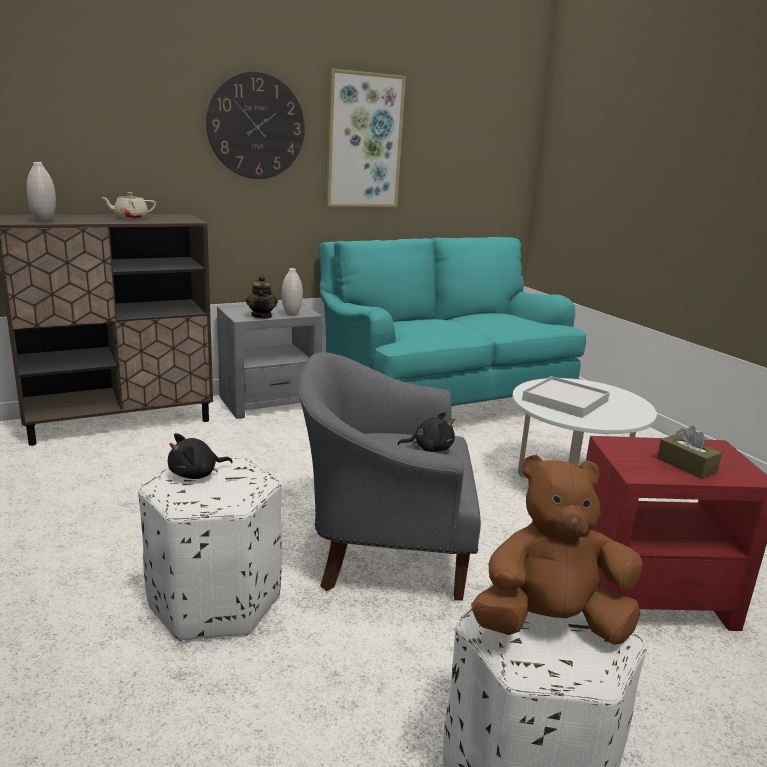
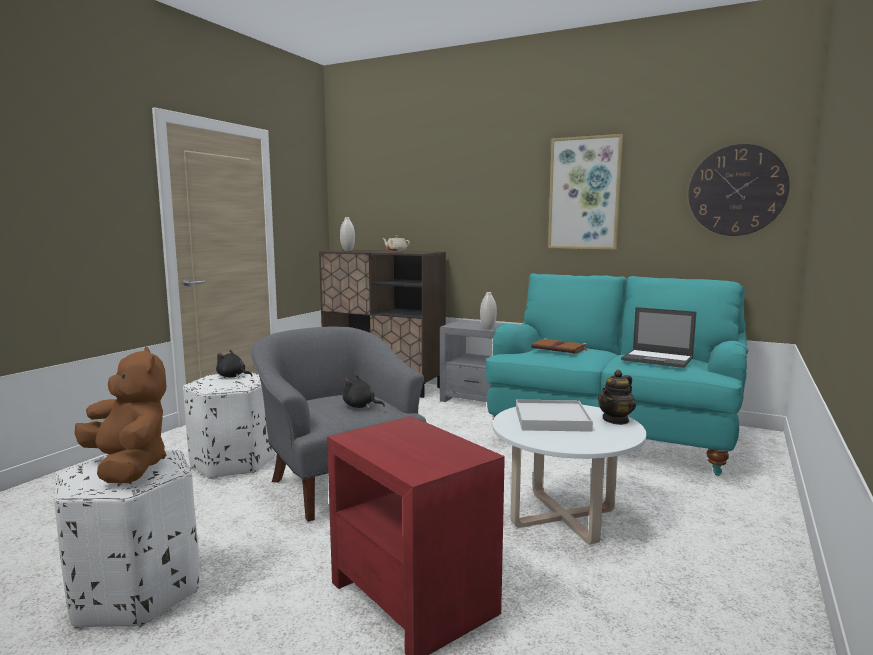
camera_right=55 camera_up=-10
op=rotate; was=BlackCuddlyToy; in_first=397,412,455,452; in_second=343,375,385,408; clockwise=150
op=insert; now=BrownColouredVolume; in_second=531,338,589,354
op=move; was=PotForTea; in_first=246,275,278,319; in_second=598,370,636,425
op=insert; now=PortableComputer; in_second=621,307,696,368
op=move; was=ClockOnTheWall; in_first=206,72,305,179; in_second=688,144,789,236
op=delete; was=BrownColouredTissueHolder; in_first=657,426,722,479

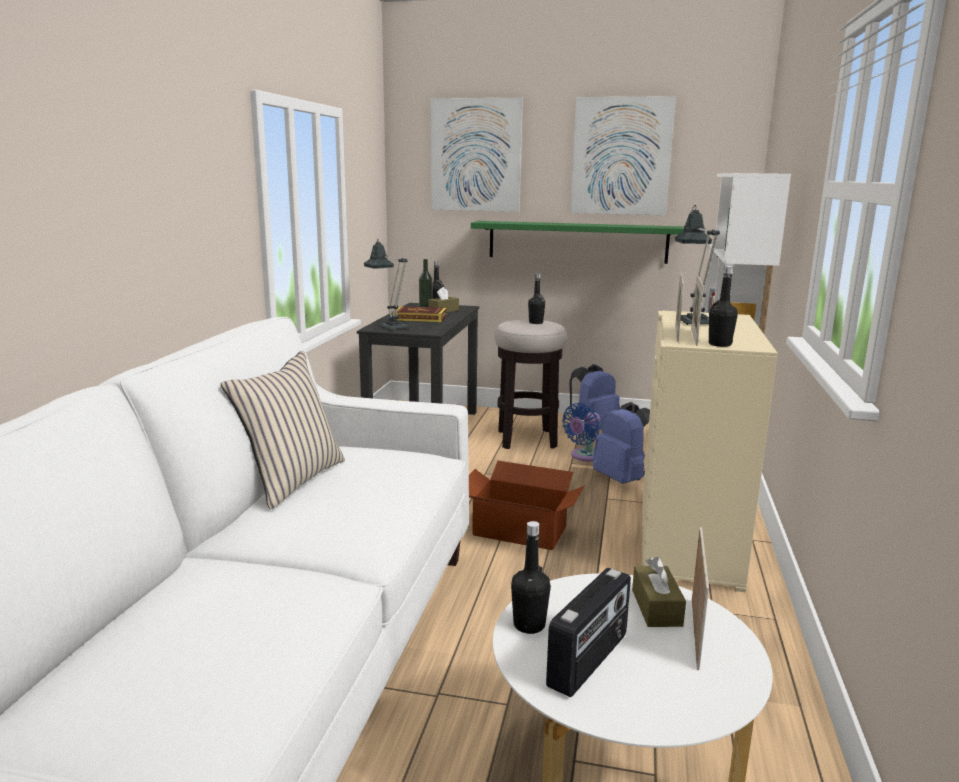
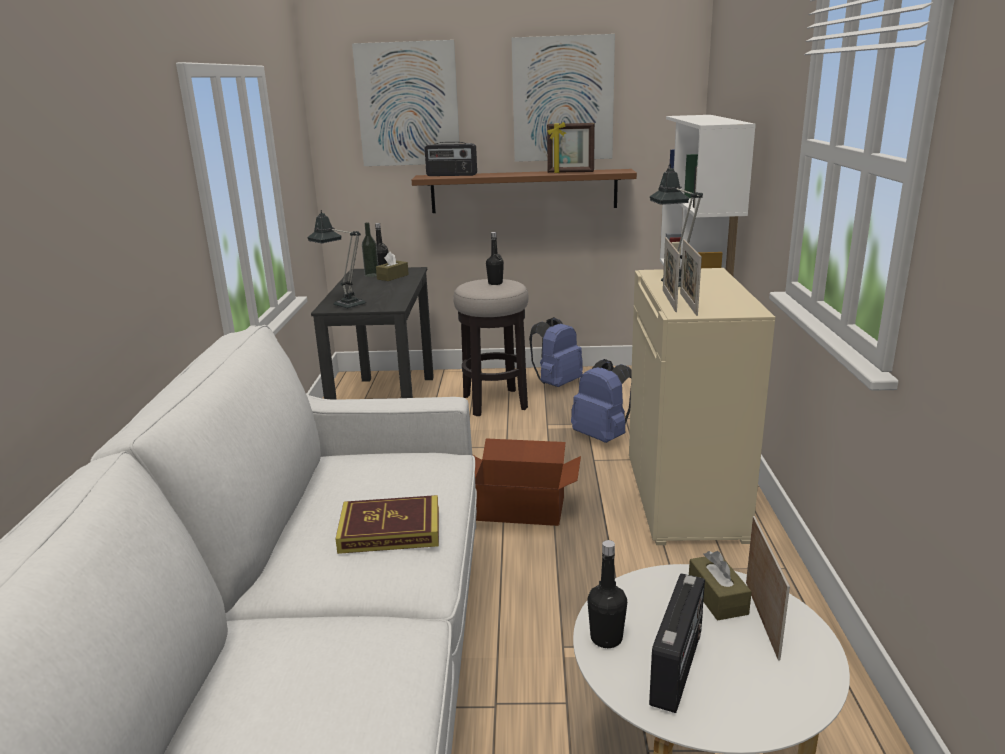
camera_right=-10 camera_up=5
op=move; was=Volume; in_first=393,306,447,322; in_second=336,495,439,554
op=recolor; was=GreenColouredShelf; now=BrownColouredShelf; in_first=471,221,684,264; in_second=412,169,637,213
op=insert; now=Radio; in_second=425,142,477,176
op=insert; now=PictureFrame; in_second=547,122,595,173
op=delete; was=BeigePillow; in_first=221,351,345,509
op=delete; was=BluishElectricFan; in_first=562,403,600,461
op=delete; was=BlackDrinkBottle; in_first=709,266,738,347

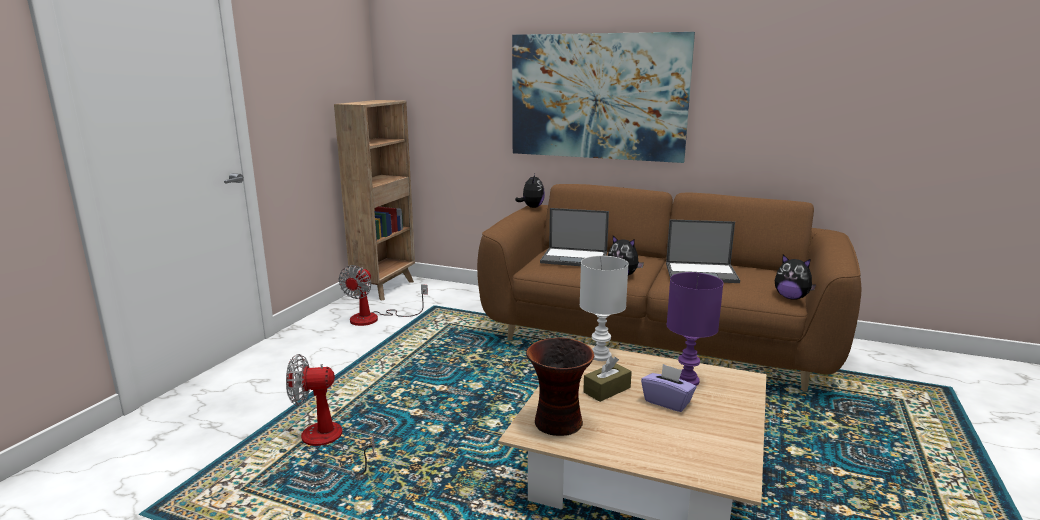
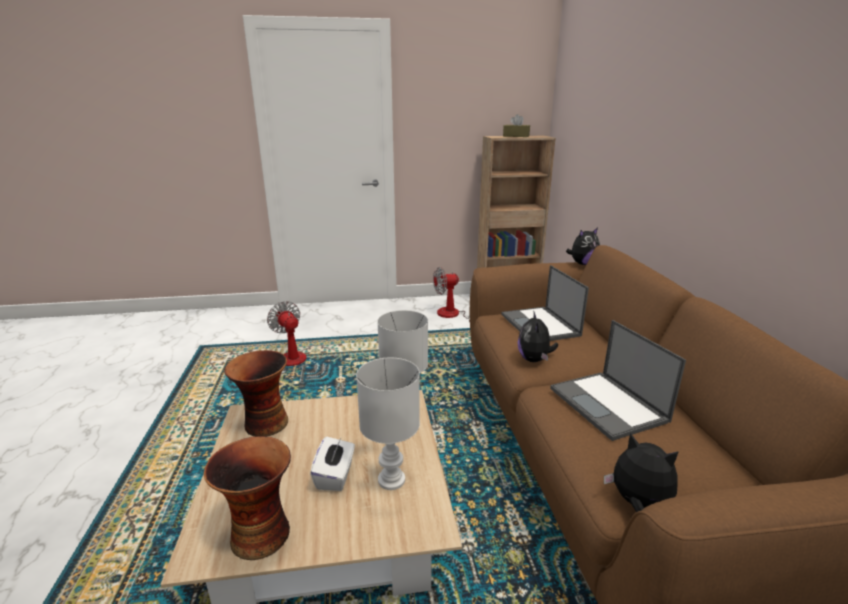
camera_right=60 camera_up=5
op=insert; now=FlowerVase; in_second=204,436,291,560
op=recolor; was=PurpleTissueHolder; now=WhiteColouredTissueHolder; in_first=641,364,697,412; in_second=310,437,355,491
op=recolor; was=PurpleTableLamp; now=WhiteColouredTableLamp; in_first=667,272,724,386; in_second=356,358,420,490
op=move; was=BrownColouredTissueHolder; in_first=583,356,632,402; in_second=503,114,530,137
op=rotate; was=CuddlyToy; in_first=775,255,816,300; in_second=604,433,679,512; clockwise=120
op=delete; was=WallPicture; in_first=512,32,695,163

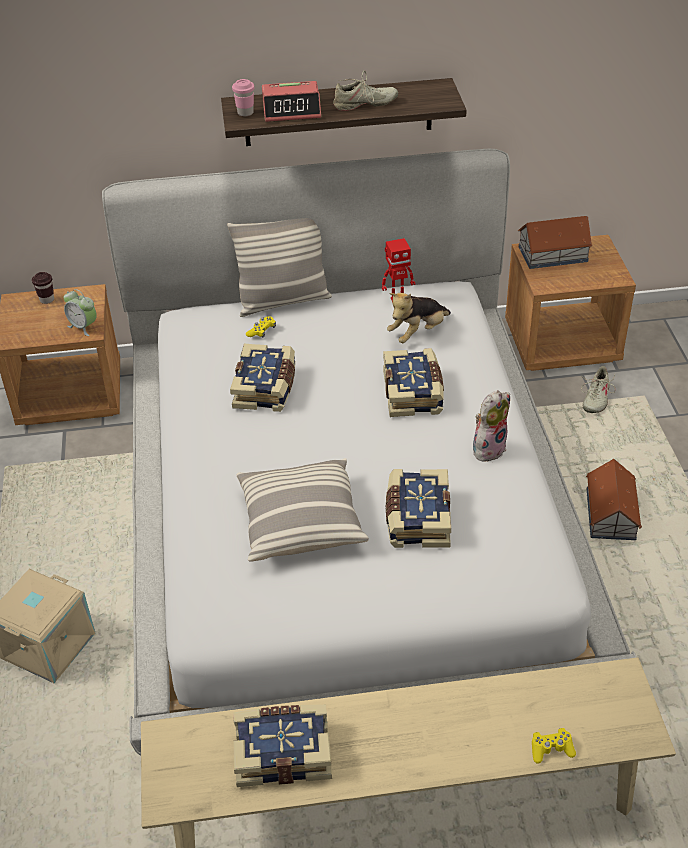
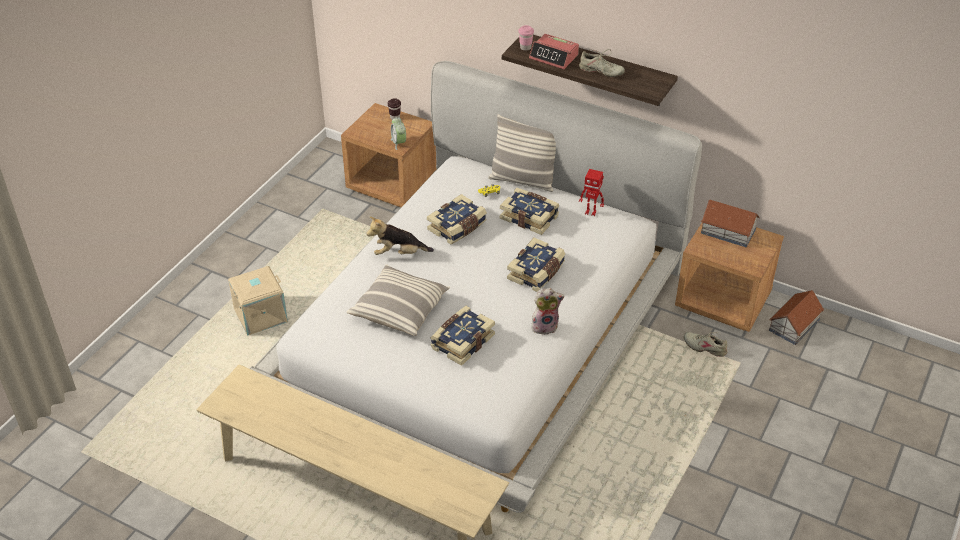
camera_right=35 camera_up=0
op=move; was=CuddlyToy; in_first=387,293,451,343; in_second=366,217,434,255
op=move; was=Volume; in_first=233,705,332,787; in_second=500,188,559,235
op=rotate; was=BeigeShoe; in_first=581,366,616,413; in_second=684,332,728,357; clockwise=60
op=move; was=ModelHouse; in_first=586,459,642,540; in_second=769,290,824,345
op=delete; was=YellowColouredGamepad; in_first=532,728,576,764

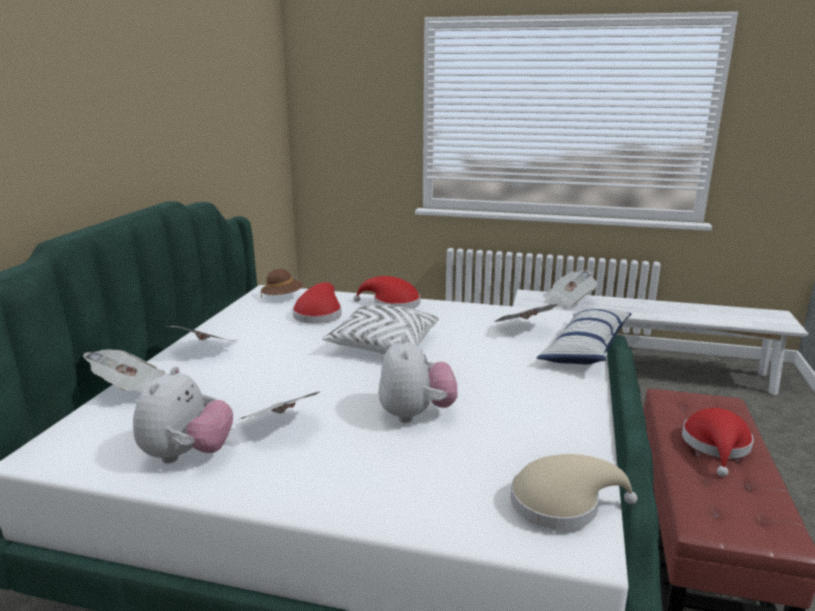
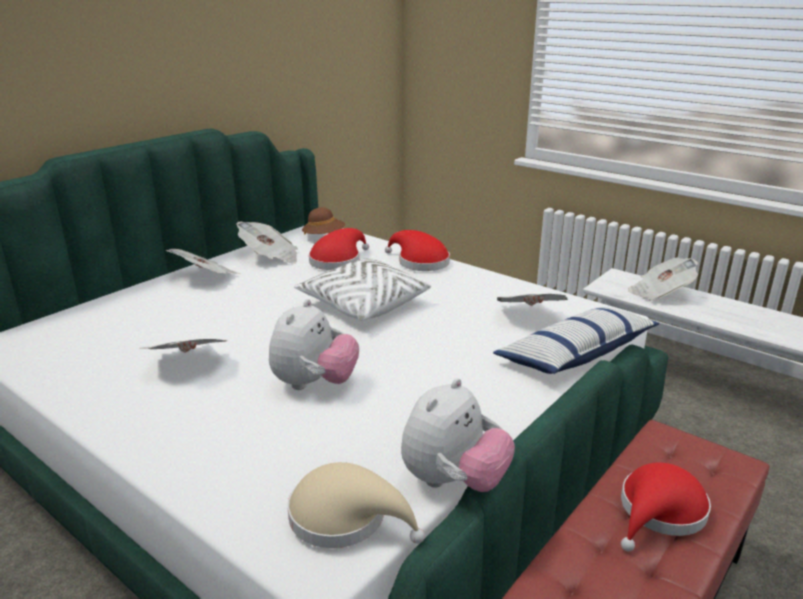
camera_right=25 camera_up=5
op=move; was=DailyPaper; in_first=83,350,166,393; in_second=237,221,298,264
op=move; was=CuddlyToy; in_first=133,367,233,464; in_second=401,378,515,492

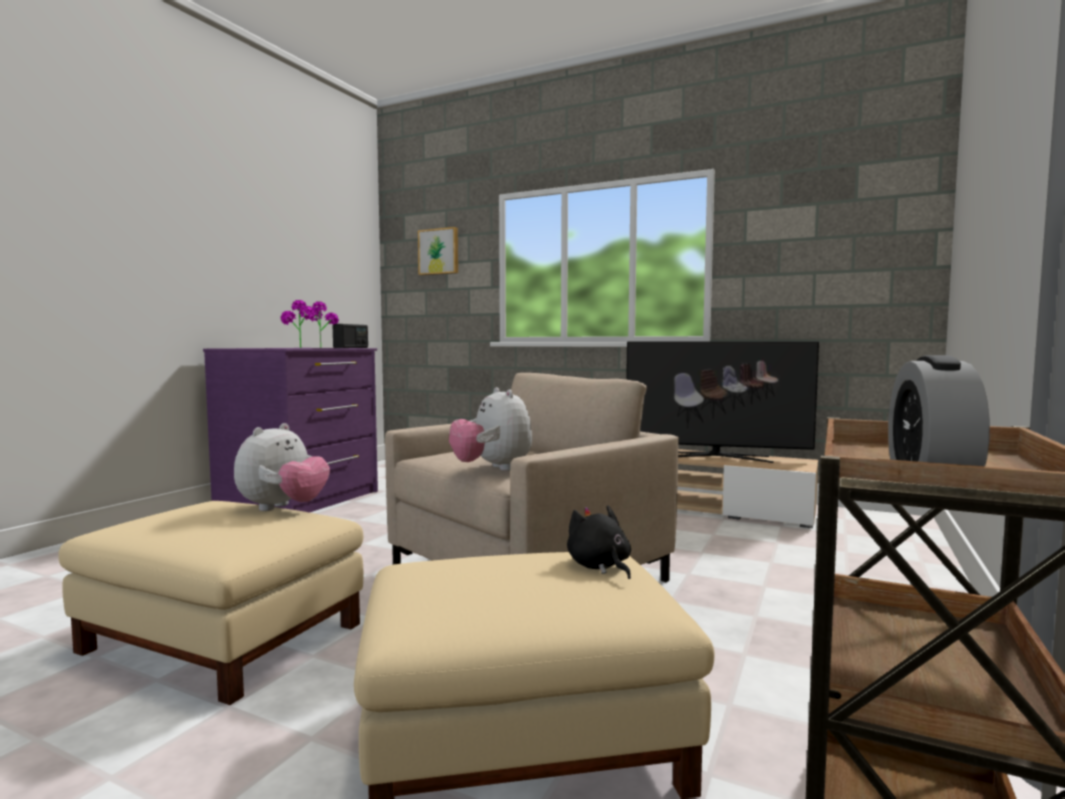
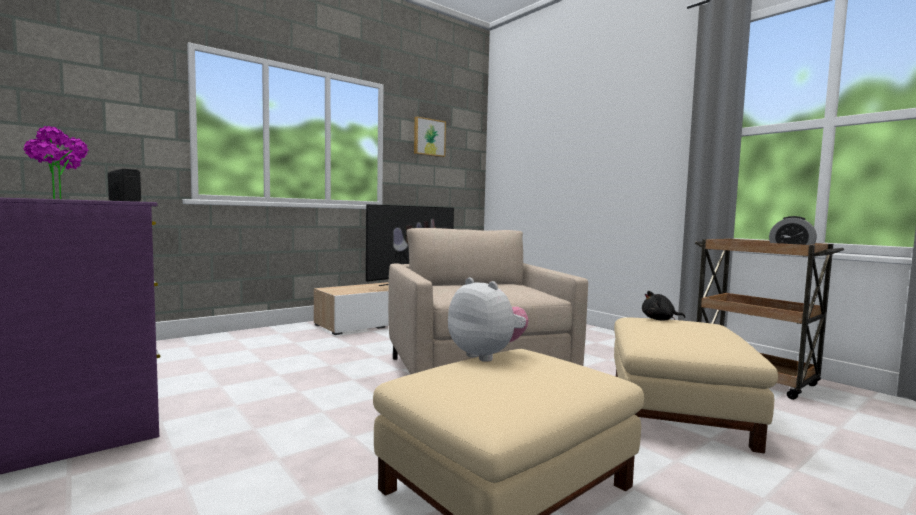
camera_right=-65 camera_up=0
op=move; was=WallPicture; in_first=418,227,458,275; in_second=414,116,446,157
op=delete; was=CuddlyToy; in_first=449,387,532,471

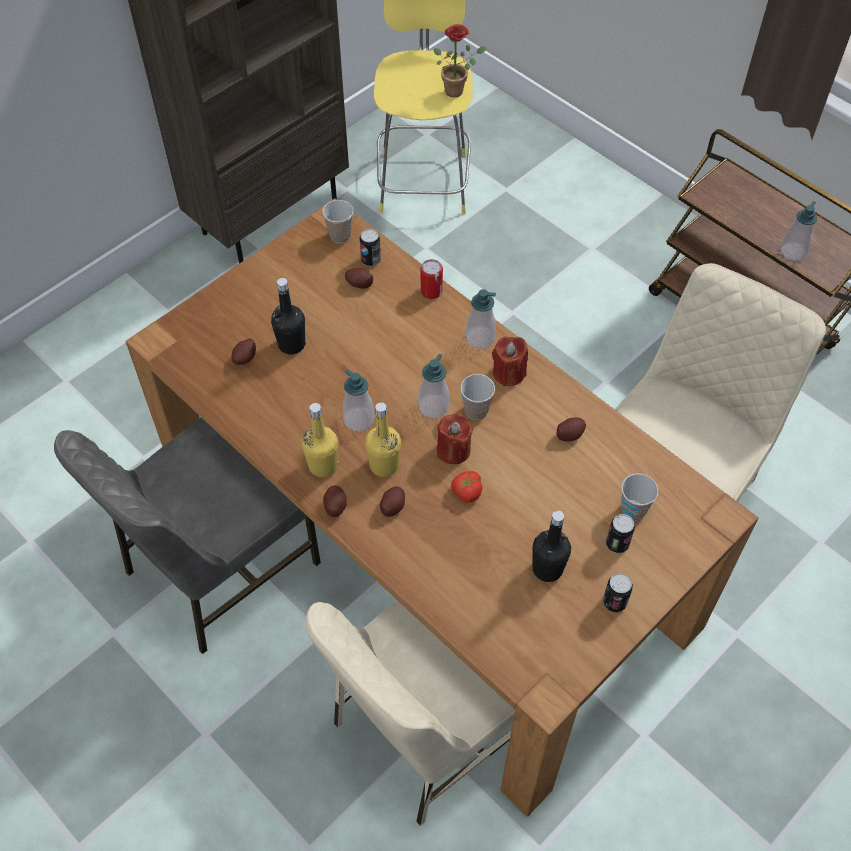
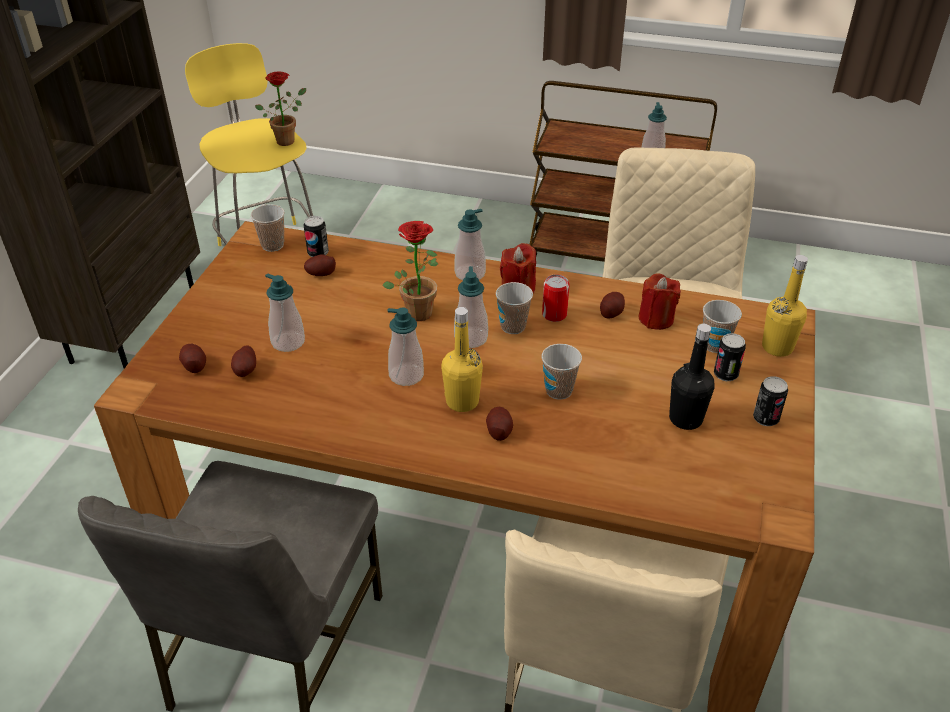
camera_right=-30 camera_up=-15
op=move; was=Spud; in_first=323,485,347,517; in_second=179,344,206,373
op=replace; was=BlackDrinkBottle; now=LiquidSoapBottle; in_first=271,278,306,355; in_second=265,273,305,352
op=insert; now=Houseplant; in_second=382,221,438,321
op=replace; was=WholeTomato; now=DrinkingCup; in_first=451,471,482,503; in_second=541,344,582,400
op=move; was=Can; in_first=420,259,443,299; in_second=542,274,569,322
op=move; was=RedColouredCandle; in_first=437,413,473,464; in_second=639,273,681,330
op=move; was=YellowColouredDrinkBottle; in_first=302,403,339,477; in_second=762,255,808,357

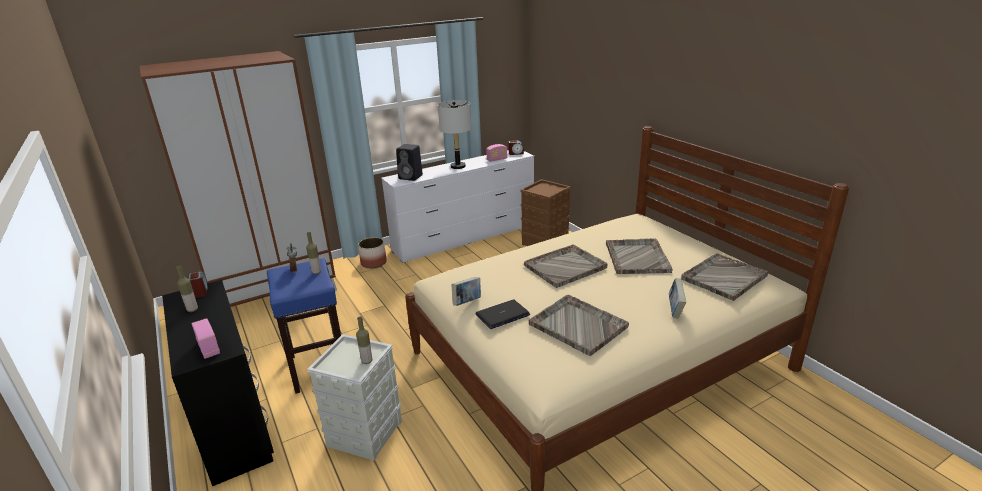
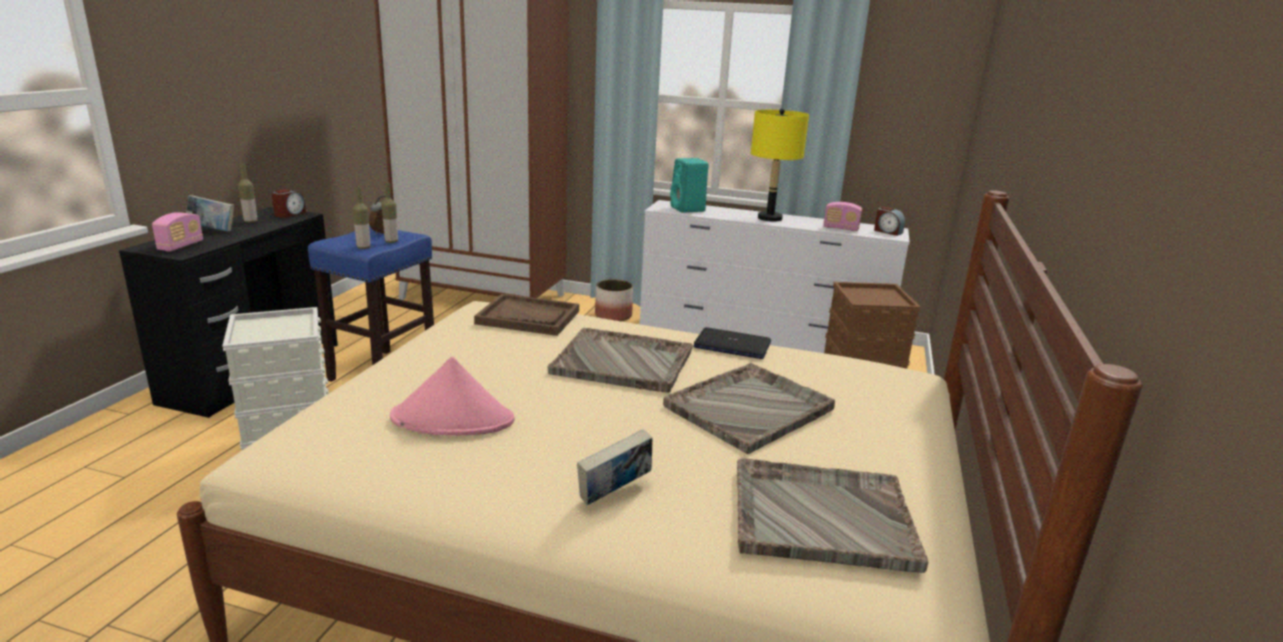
camera_right=45 camera_up=-5
op=move; was=Volume; in_first=452,277,481,306; in_second=186,195,234,232
op=move; was=DrinkBottle; in_first=356,317,372,364; in_second=352,187,371,249
op=replace; was=GreyServingTray; now=PinkHat; in_first=529,295,629,356; in_second=390,357,515,436
op=insert; now=BrownColouredServingTray; in_second=474,294,579,336
op=recolor; was=BlackSpeaker; now=TurquoiseColouredSpeaker; in_first=396,144,423,181; in_second=670,158,709,213
op=move; was=PortableComputer; in_first=476,300,530,329; in_second=693,327,771,359
op=recolor; was=GreyTableLamp; now=YellowColouredTableLamp; in_first=438,100,472,169; in_second=751,108,809,222

